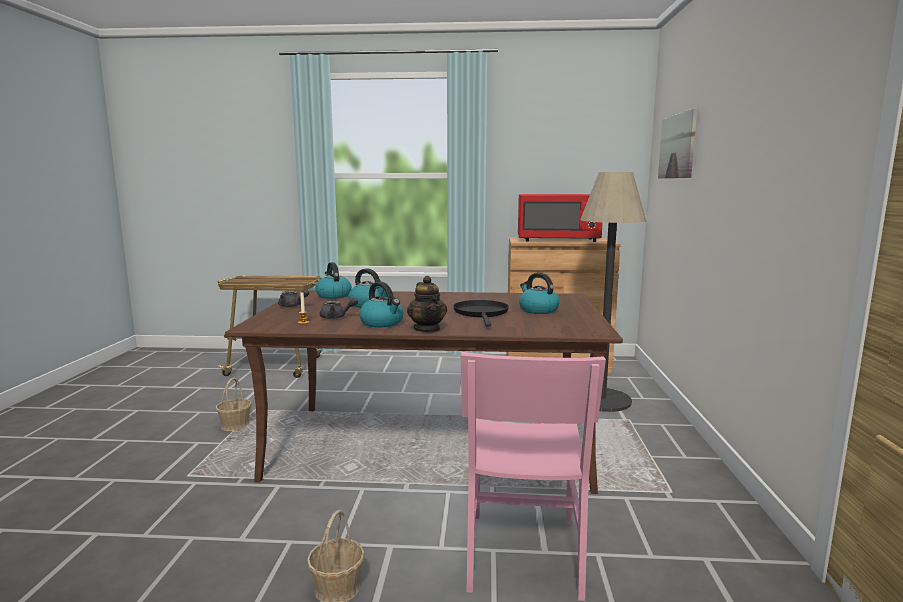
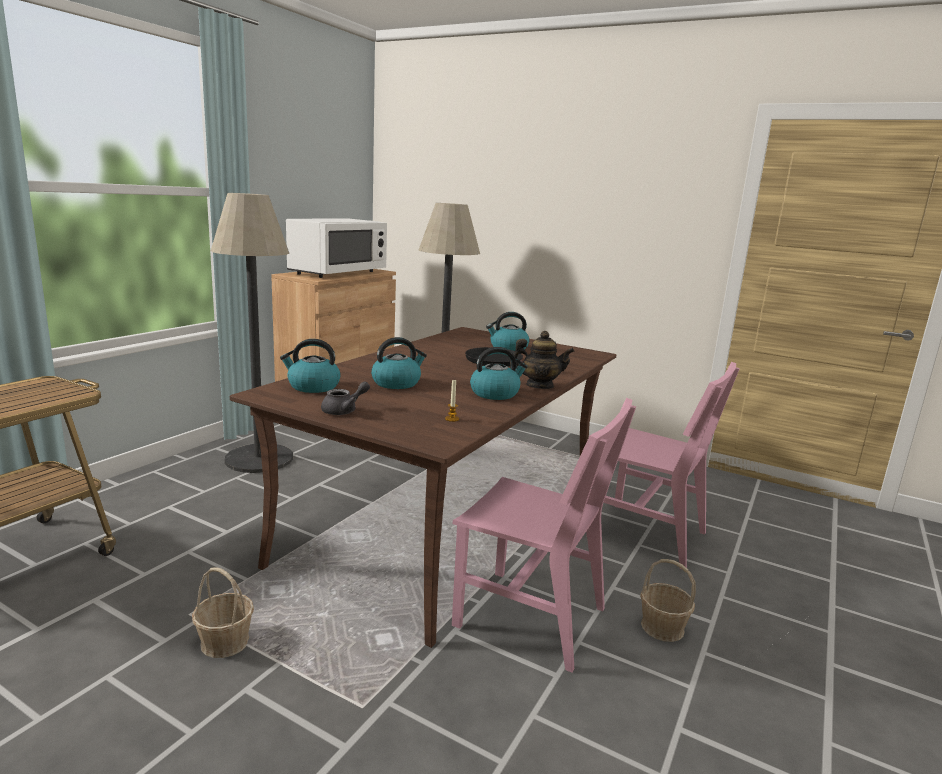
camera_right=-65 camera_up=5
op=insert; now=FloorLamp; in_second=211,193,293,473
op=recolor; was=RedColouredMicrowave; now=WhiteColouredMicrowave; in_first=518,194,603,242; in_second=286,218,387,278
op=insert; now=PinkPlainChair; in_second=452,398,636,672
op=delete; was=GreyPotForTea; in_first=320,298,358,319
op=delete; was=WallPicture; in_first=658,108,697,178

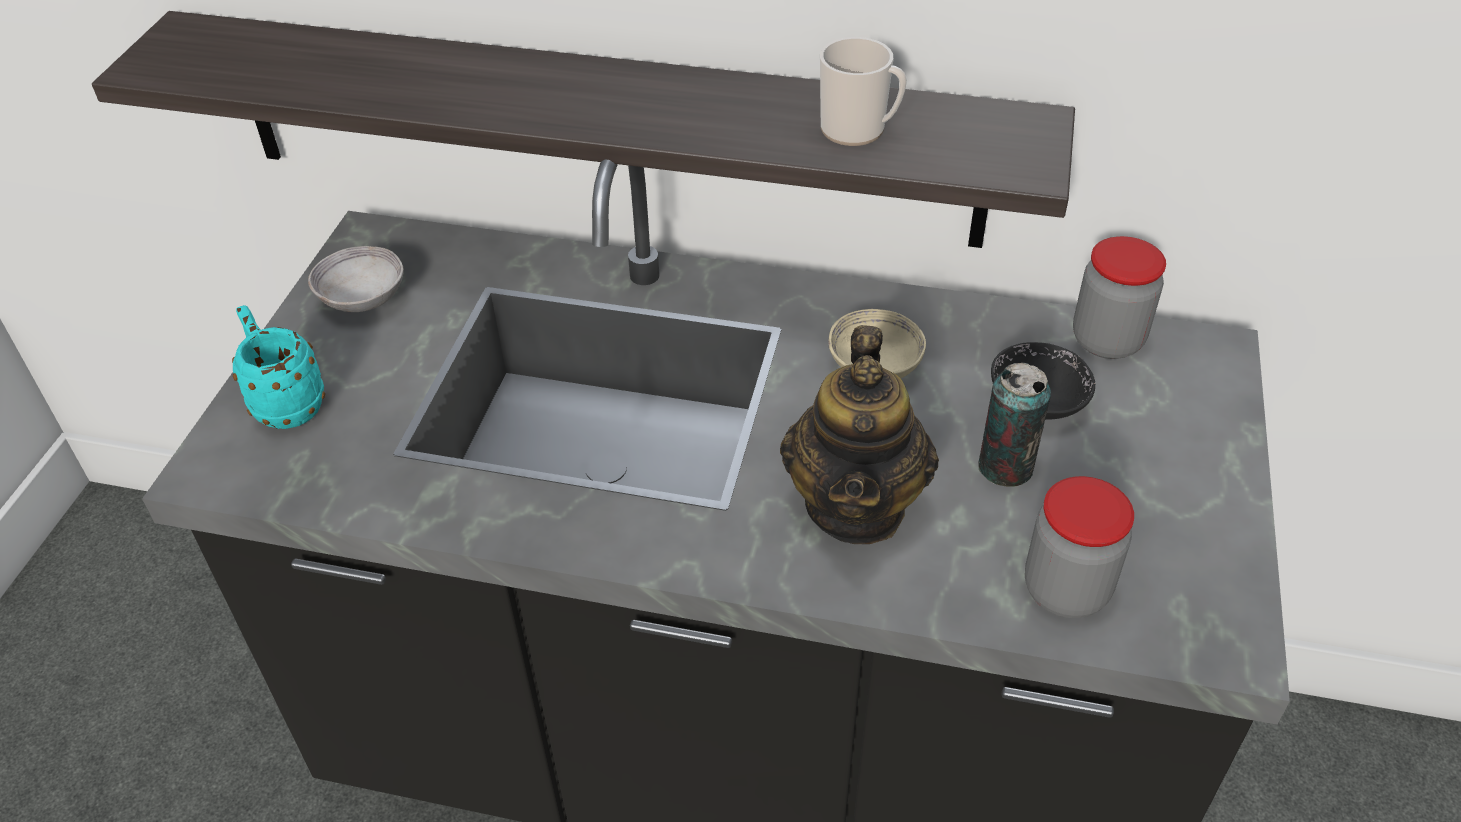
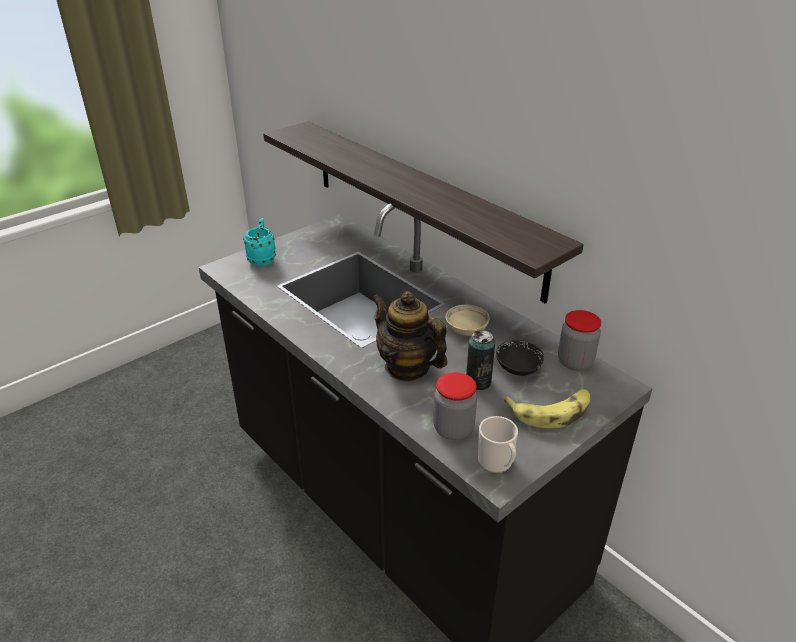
camera_right=35 camera_up=-10
op=rotate; was=PotForTea; in_first=780,325,939,544; in_second=372,291,448,381; clockwise=90
op=move; was=CoffeeMug; in_first=820,37,907,146; in_second=478,416,518,473
op=insert; now=BananaFruit; in_second=504,389,590,428
op=delete; was=GreyDeepDish; in_first=308,246,404,312

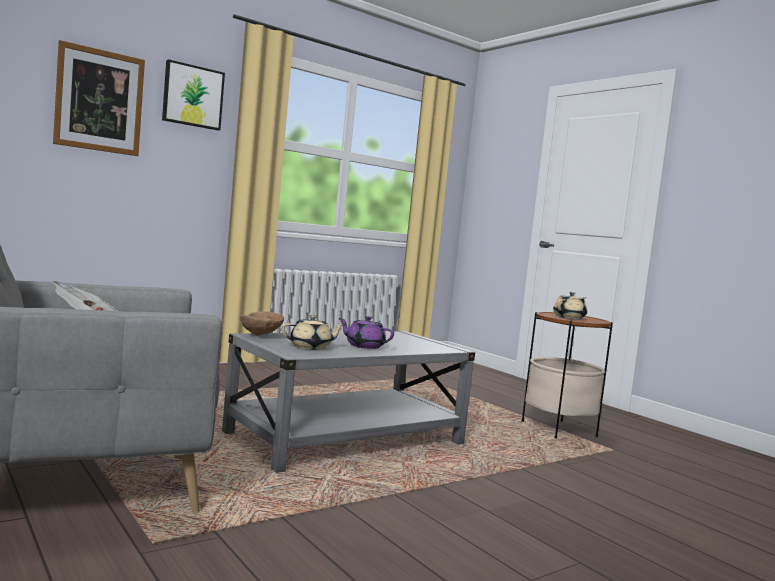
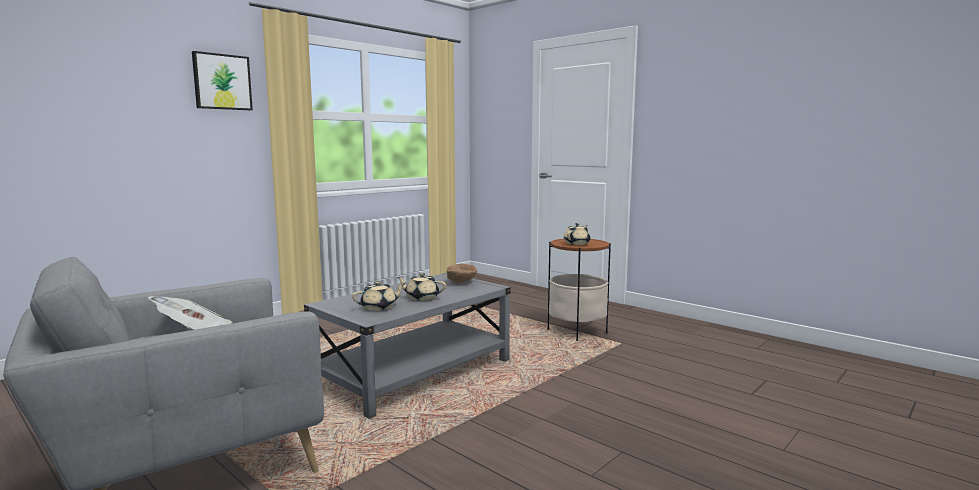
camera_right=-10 camera_up=5
op=recolor; was=PurplePotForTea; now=BeigePotForTea; in_first=338,316,394,349; in_second=396,273,446,301
op=move; was=BrownColouredDeepDish; in_first=240,311,284,336; in_second=446,263,477,283
op=delete; was=WallPicture; in_first=53,40,145,156

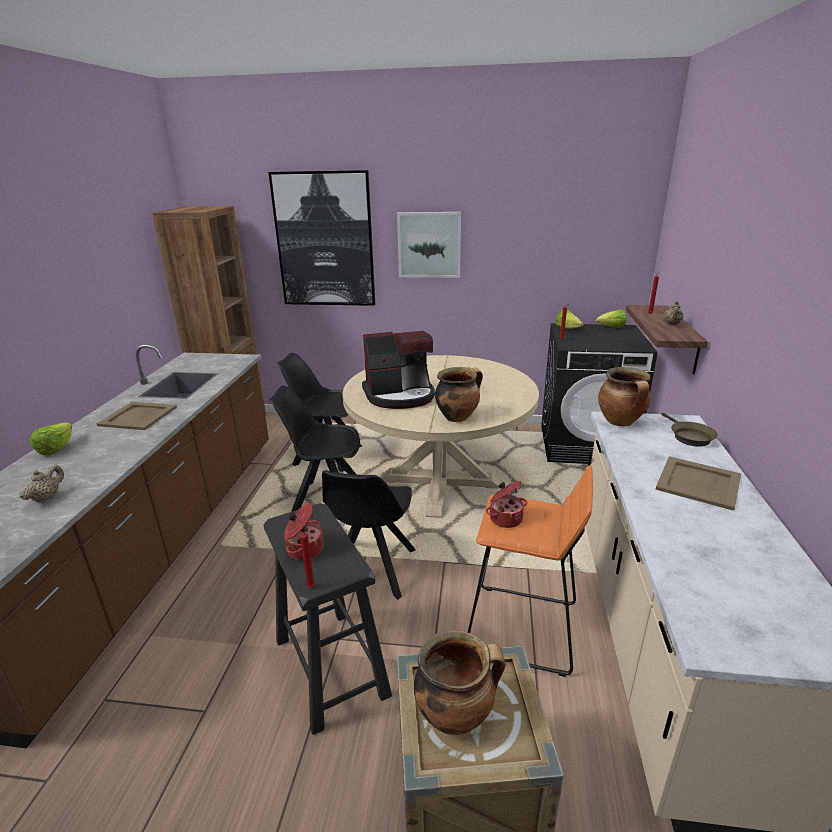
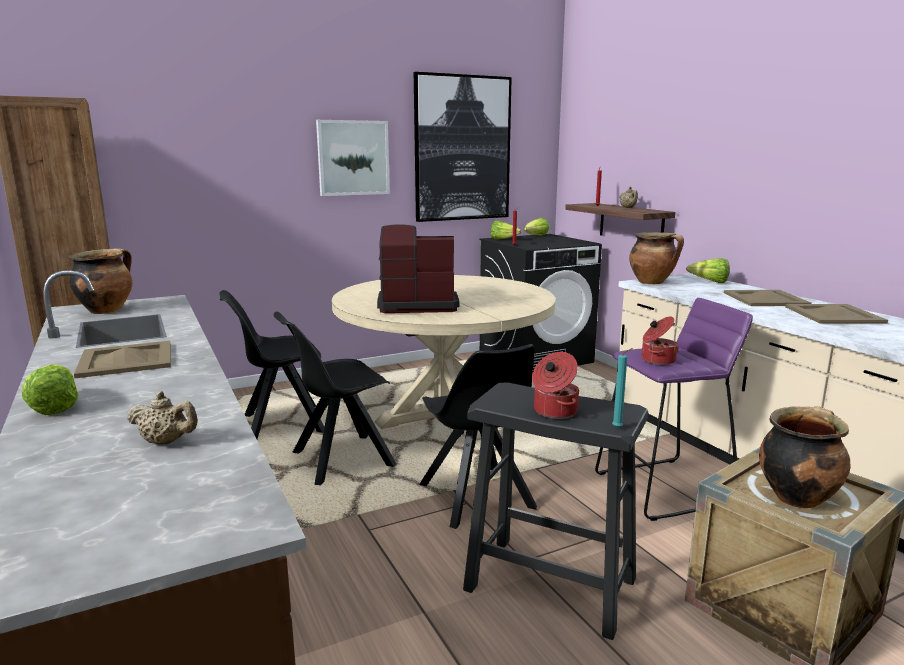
camera_right=-35 camera_up=-10
op=move; was=Stockpot; in_first=435,367,483,422; in_second=69,248,132,314
op=rotate; was=BeigePotForTea; in_first=19,464,64,503; in_second=127,391,198,445; clockwise=120
op=rotate; was=CoffeeMachine; in_first=362,330,435,409; in_second=377,224,459,313; clockwise=-135
op=move; was=WallPicture; in_first=268,170,375,306; in_second=414,72,512,222
op=recolor; was=OrangeColouredSittingStool; now=PurpleSittingStool; in_first=468,465,593,677; in_second=595,298,753,521
op=recolor; was=RedColouredCandle; now=TurquoiseColouredCandle; in_first=300,532,315,587; in_second=612,348,633,428
op=replace; was=BrownColouredFryingPan; now=Lettuce; in_first=661,413,718,447; in_second=686,258,730,283
op=insert; now=BeigeServingTray; in_second=785,304,888,323

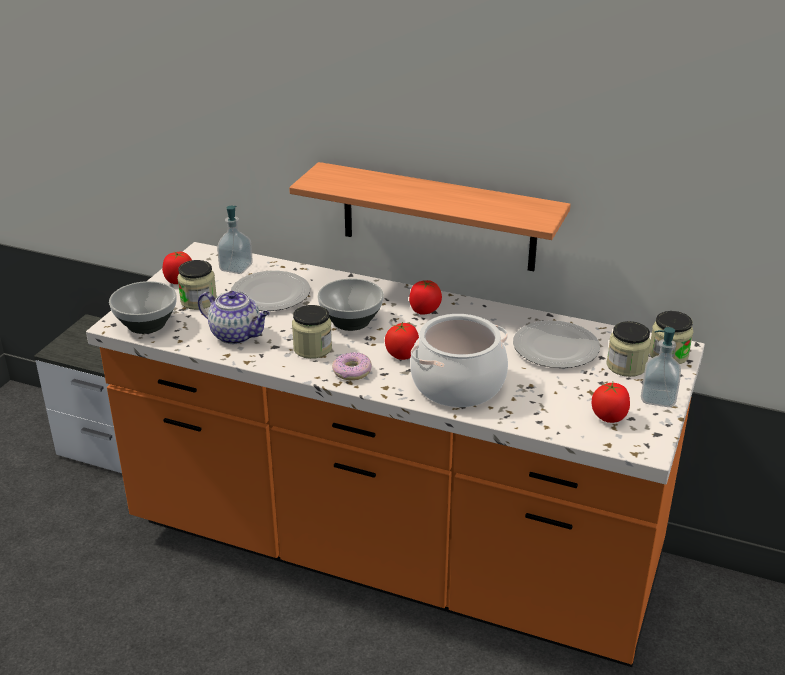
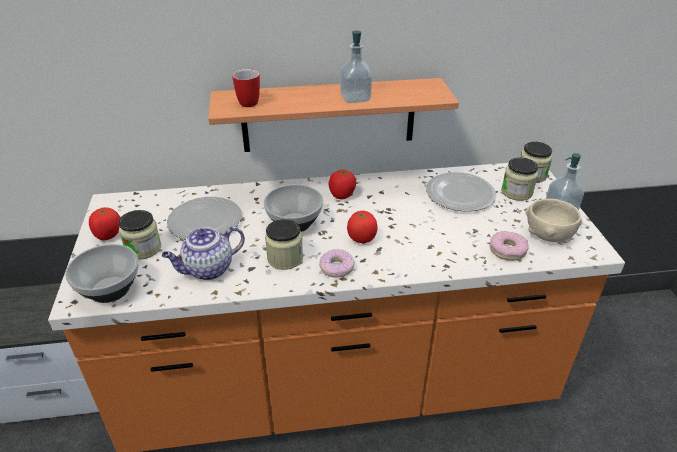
camera_right=-30 camera_up=5
op=rotate; was=PotForTea; in_first=198,291,270,344; in_second=162,226,245,280; clockwise=150
op=insert; now=CoffeeMug; in_second=232,69,260,107
op=move; was=LiquidSoapBottle; in_first=217,206,253,274; in_second=340,31,372,103
op=insert; now=Donut; in_second=490,231,529,261
op=replace; was=WholeTomato; now=BeigeDeepDish; in_first=592,382,630,423; in_second=525,199,583,243
op=delete; was=Stockpot; in_first=410,314,508,407

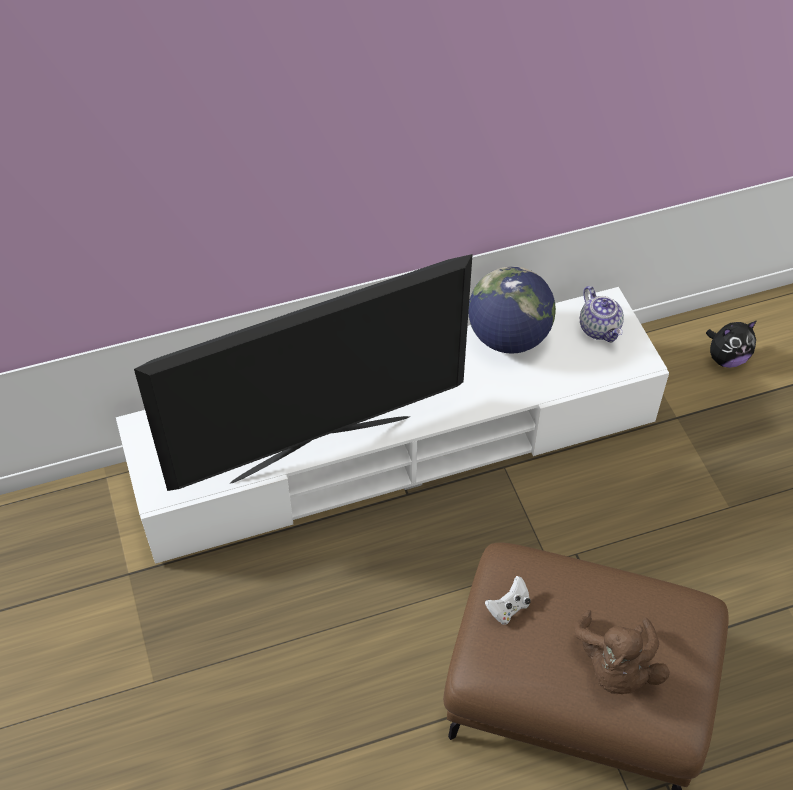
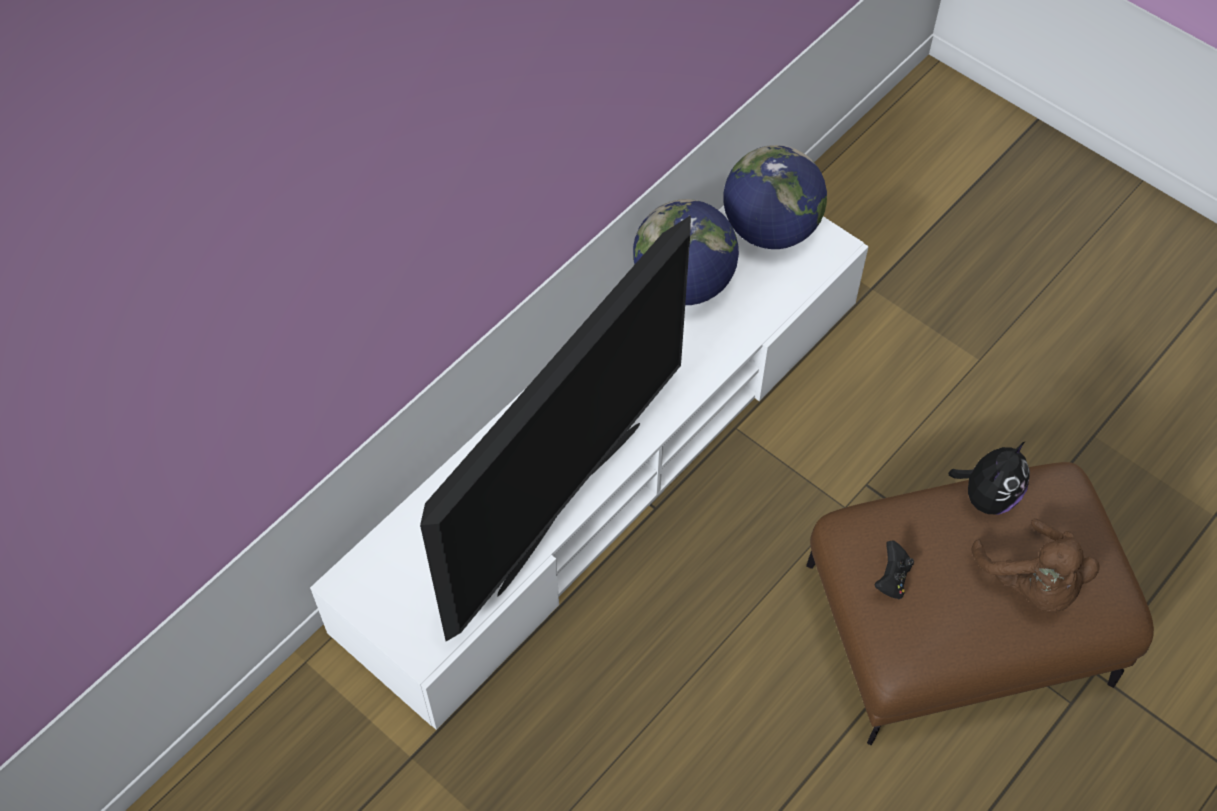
camera_right=-30 camera_up=5
op=replace; was=PotForTea; now=Globe; in_first=580,286,624,342; in_second=723,145,827,249
op=recolor; was=WhiteColouredGamepad; now=BlackGamepad; in_first=485,576,531,625; in_second=874,540,914,599
op=move; was=CuddlyToy; in_first=706,321,756,368; in_second=948,441,1030,515

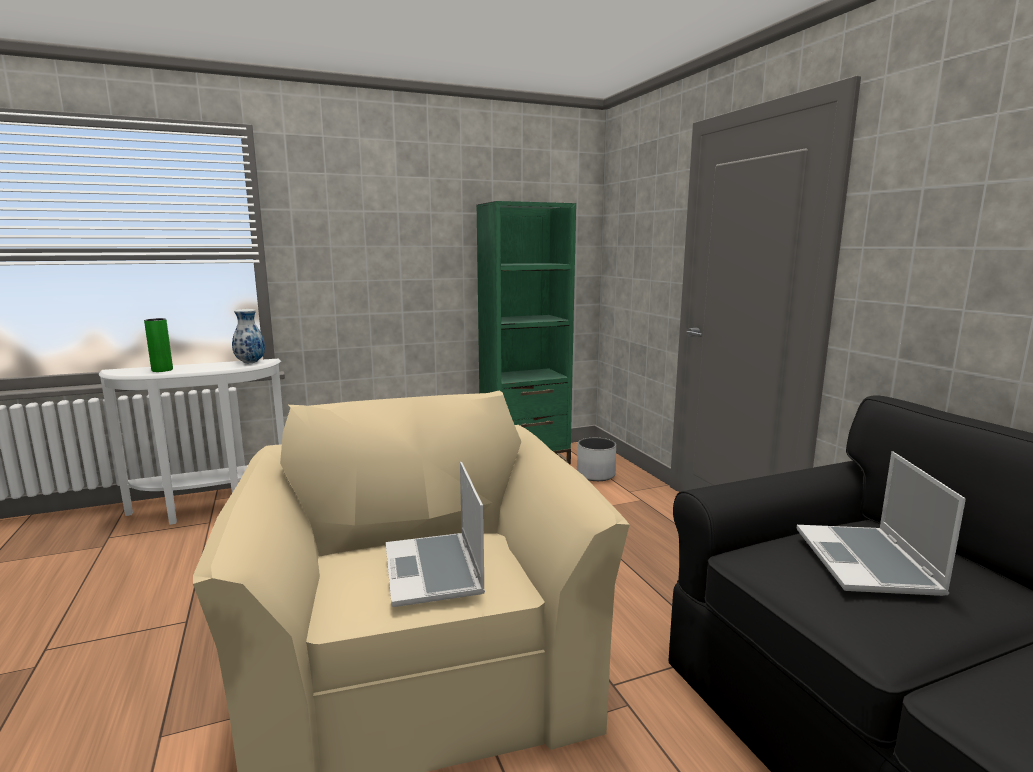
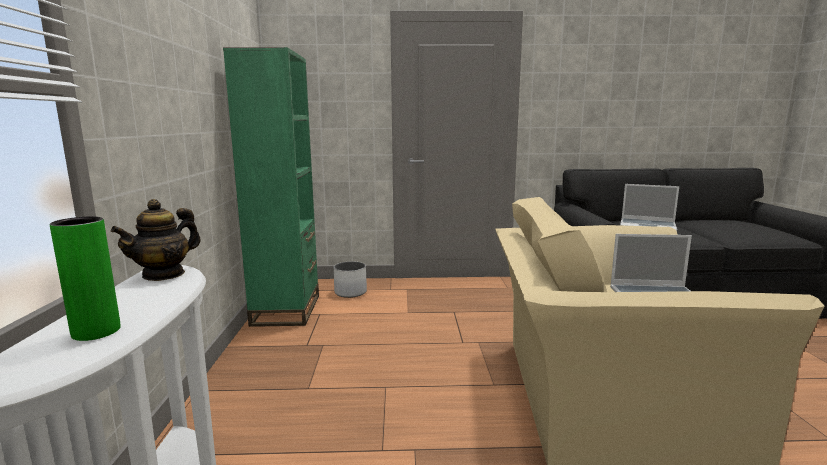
camera_right=-70 camera_up=0
op=replace; was=FlowerVase; now=PotForTea; in_first=232,309,265,363; in_second=111,199,201,281

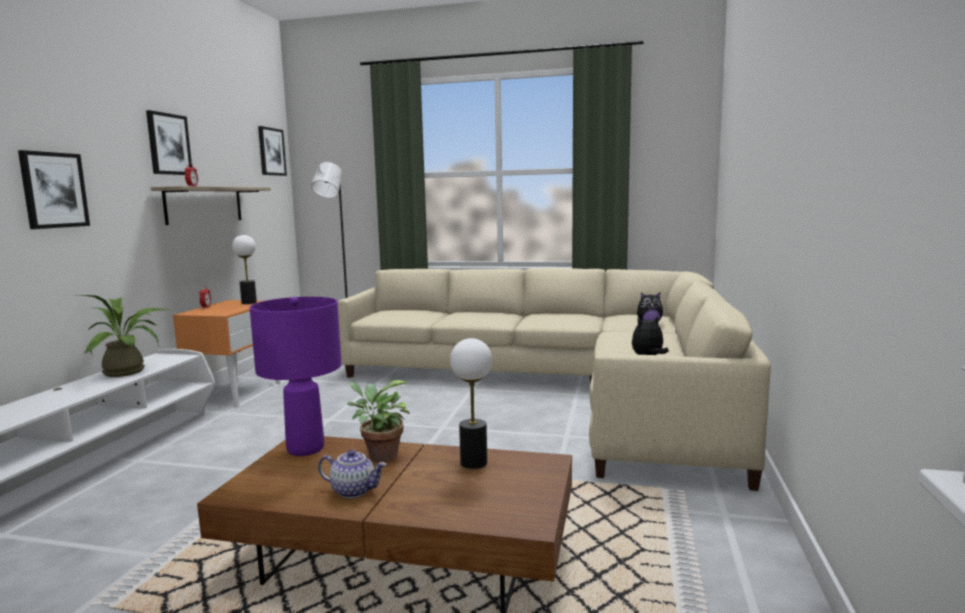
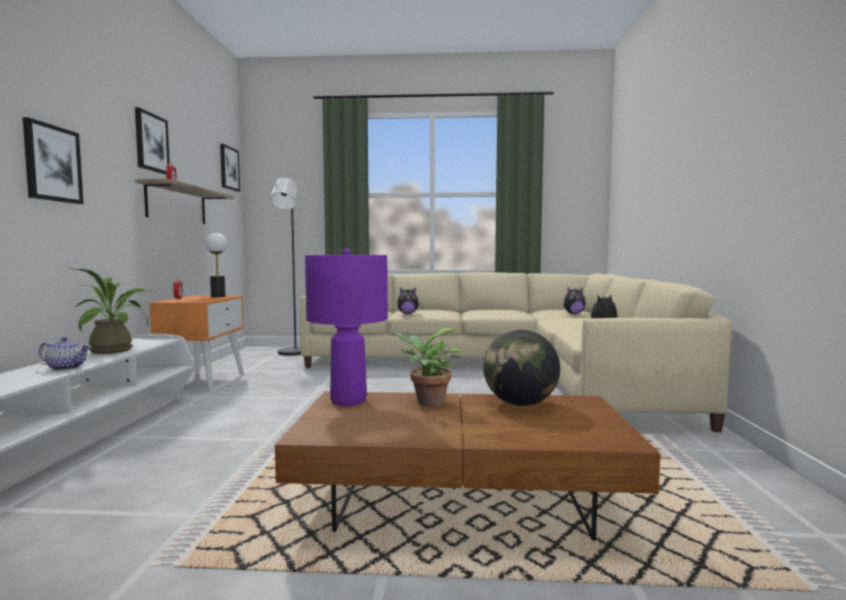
camera_right=-10 camera_up=-5
op=move; was=PotForTea; in_first=318,450,387,498; in_second=39,337,90,371
op=insert; now=CuddlyToy; in_second=397,287,420,314
op=replace; was=TableLamp; now=Globe; in_first=450,338,492,469; in_second=483,330,560,406

